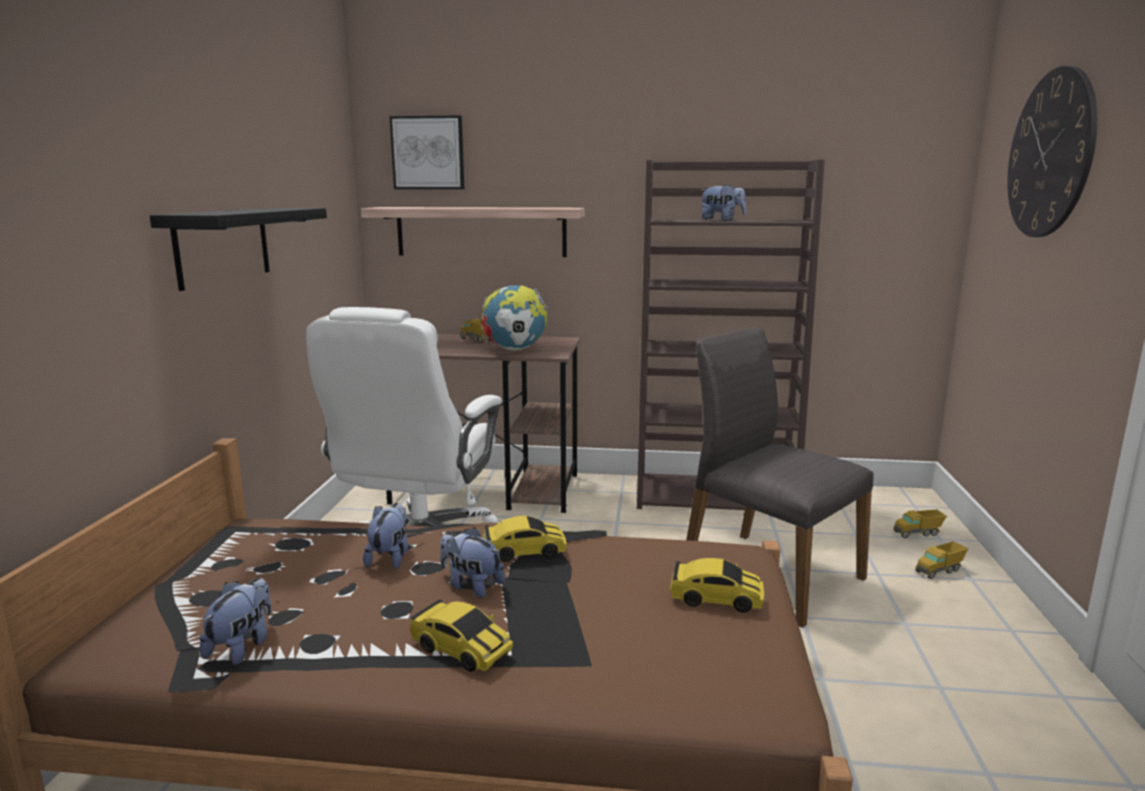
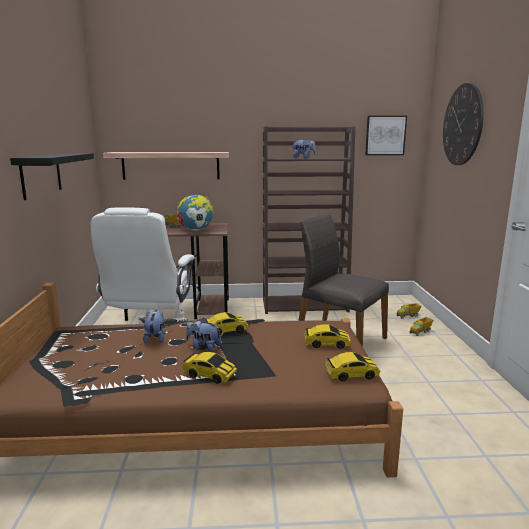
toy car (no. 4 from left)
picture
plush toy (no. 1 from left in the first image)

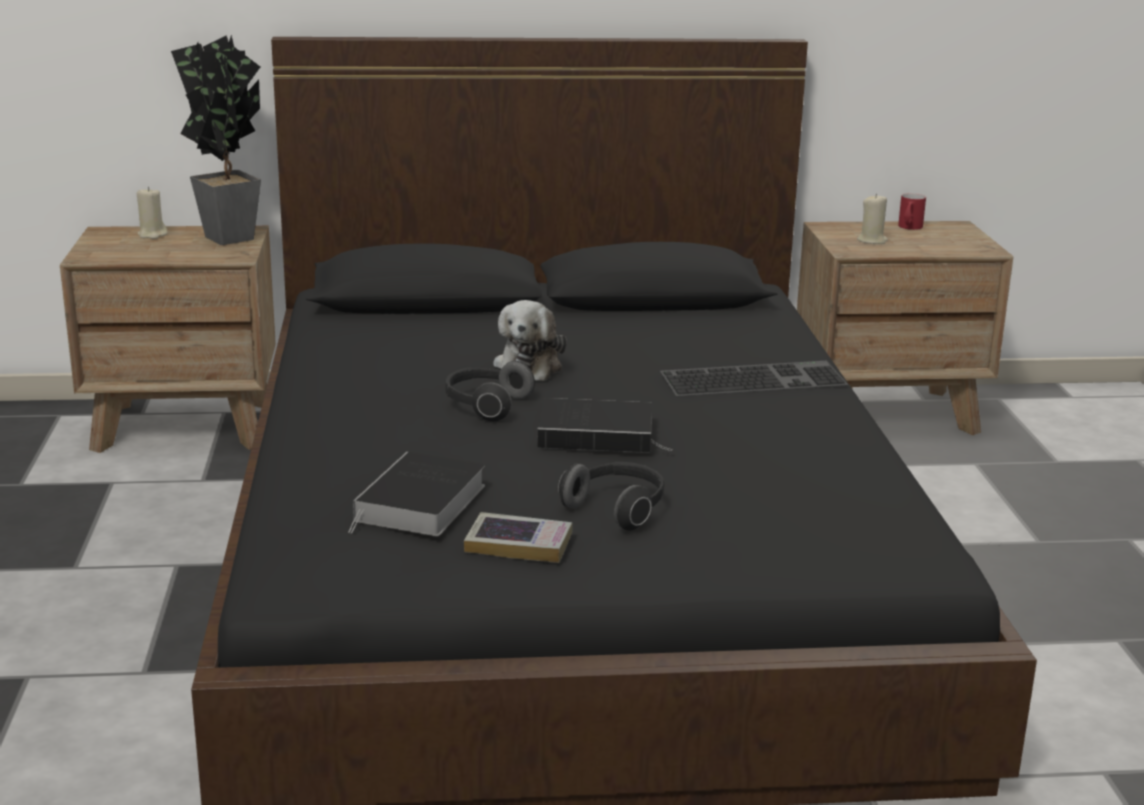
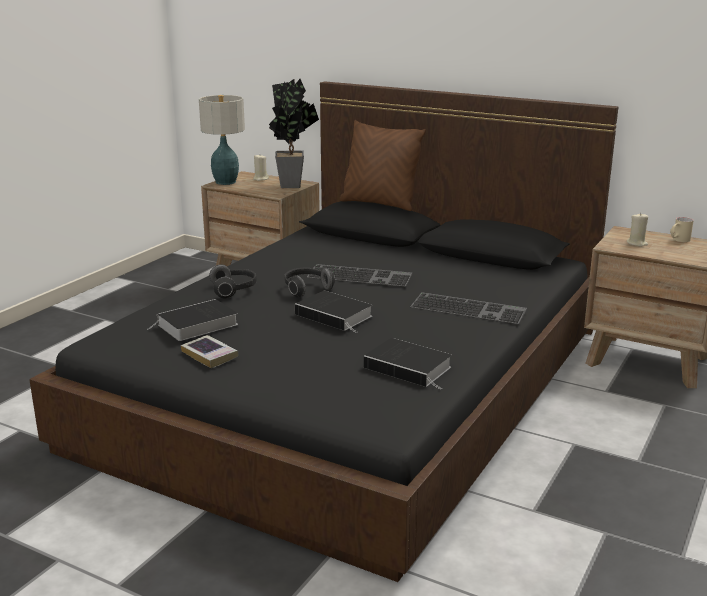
table lamp
headphones (no. 1 from left)
keyboard (no. 1 from left)
brown pillow
book (no. 4 from left)
beige mug

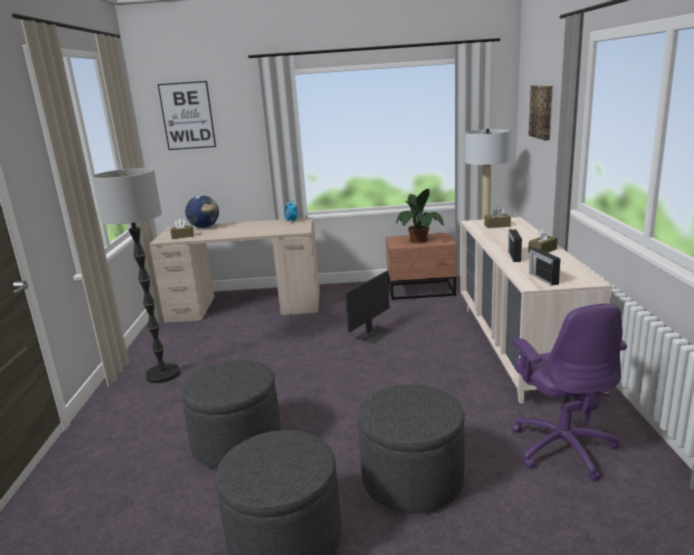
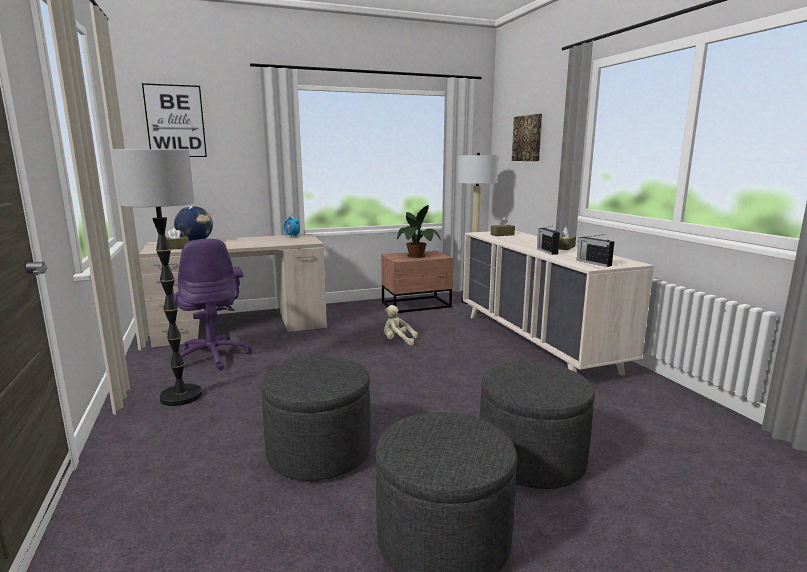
purple office chair
beige plush toy

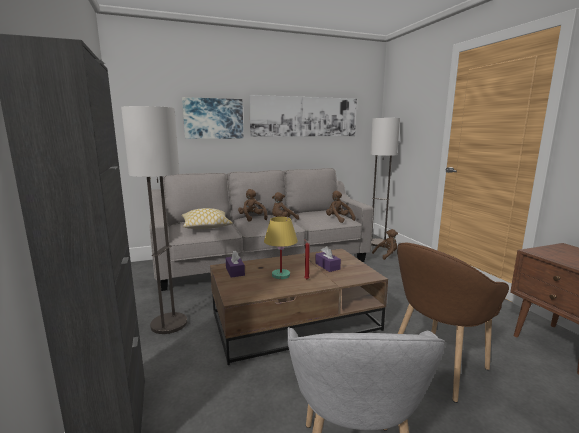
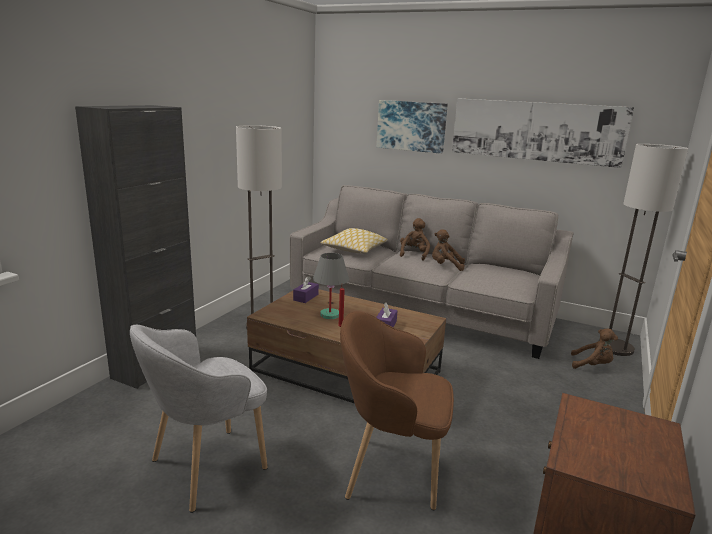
grey table lamp
brown plush toy (no. 3 from left in the first image)

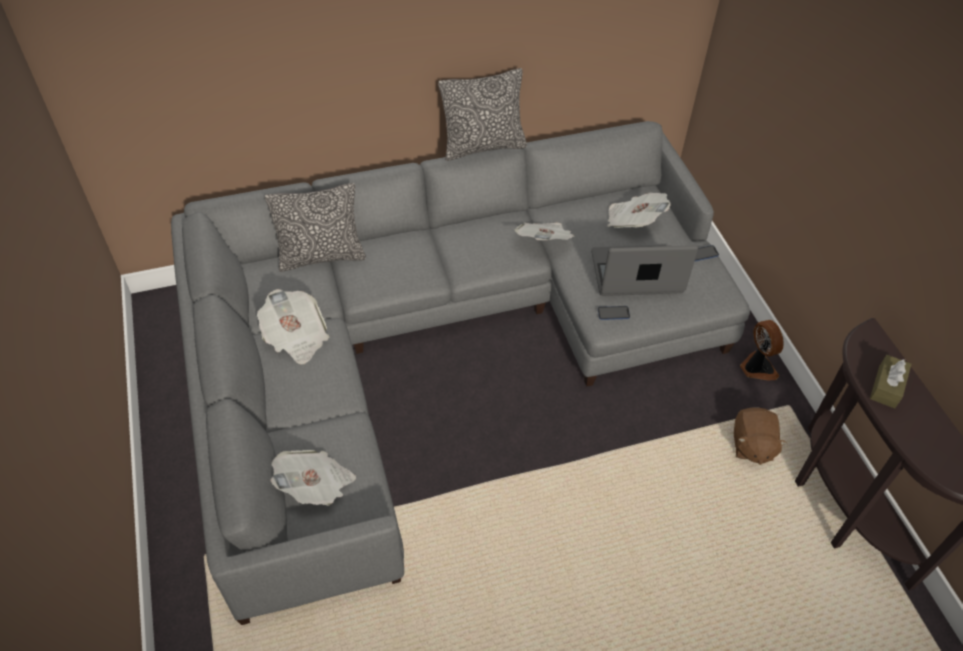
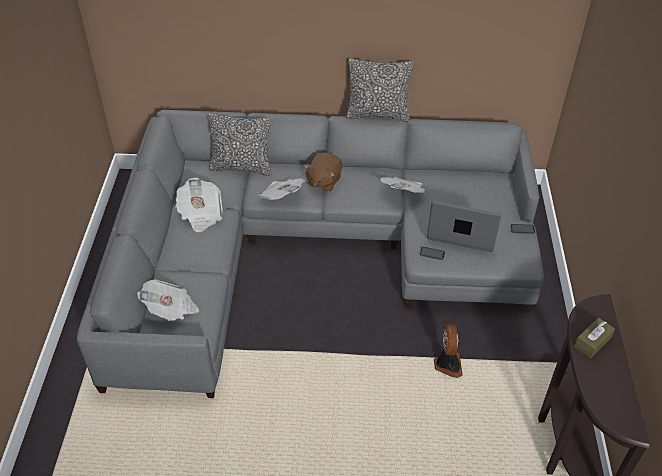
newspaper (no. 3 from left)
brown plush toy
fan

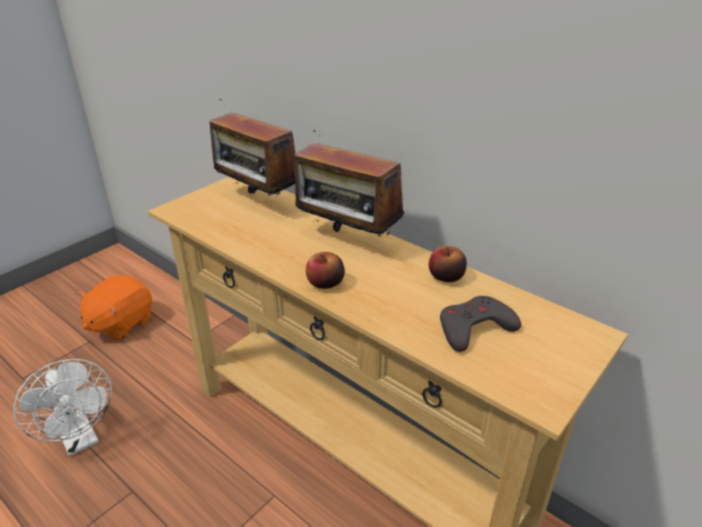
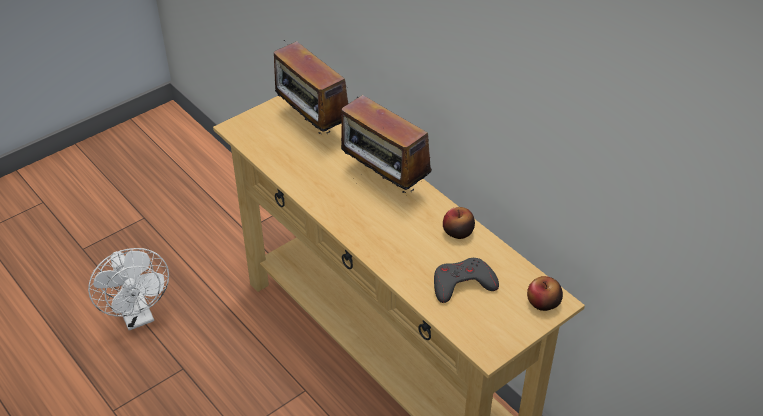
apple (no. 2 from left)
orange plush toy

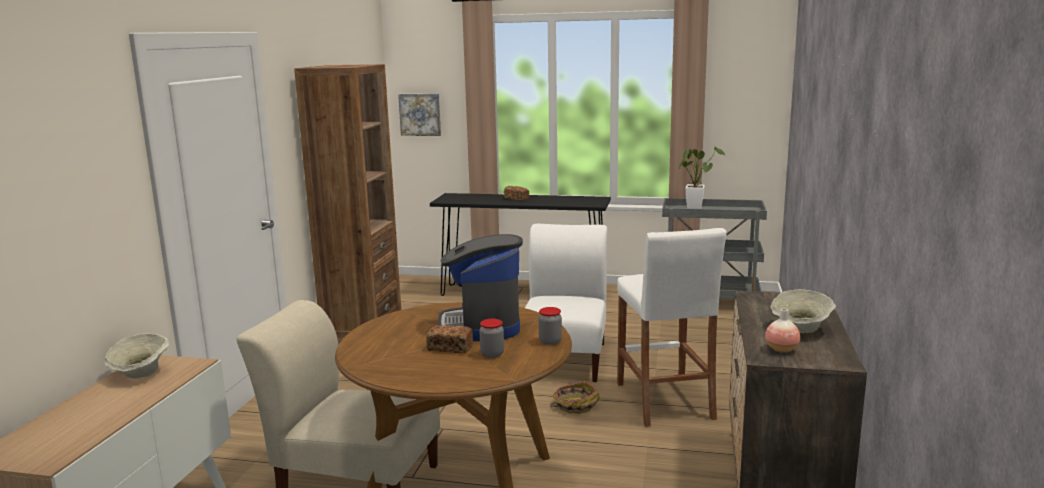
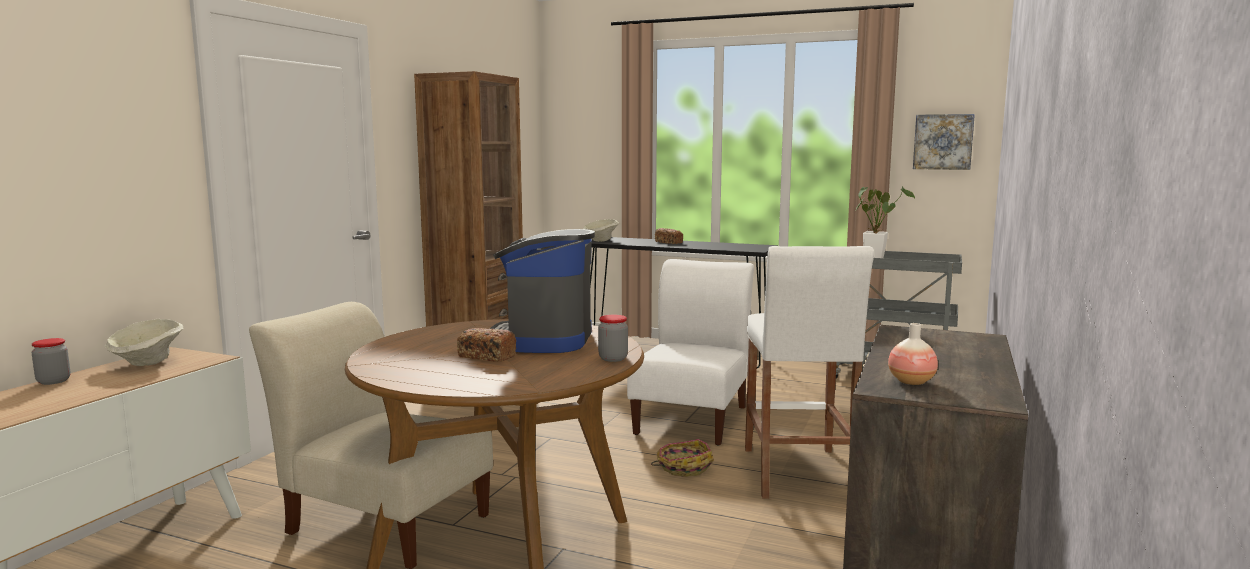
jar (no. 1 from left)
beige bowl (no. 2 from left)
picture

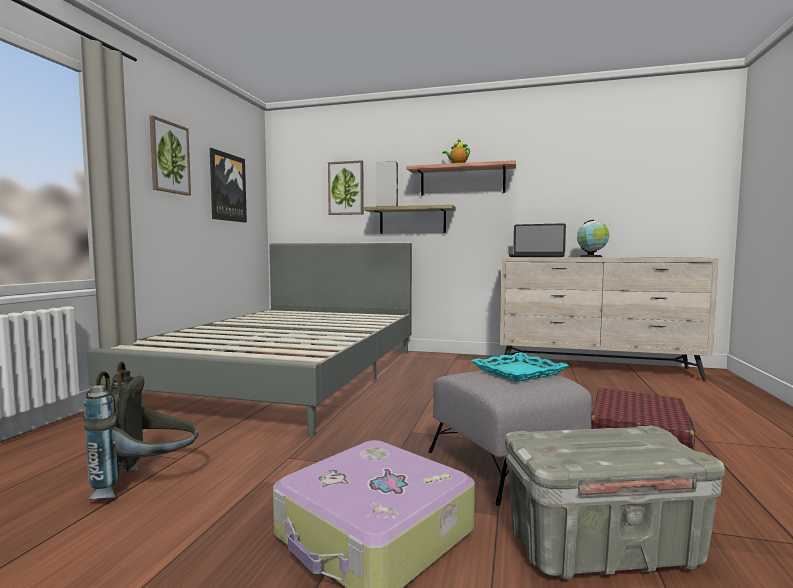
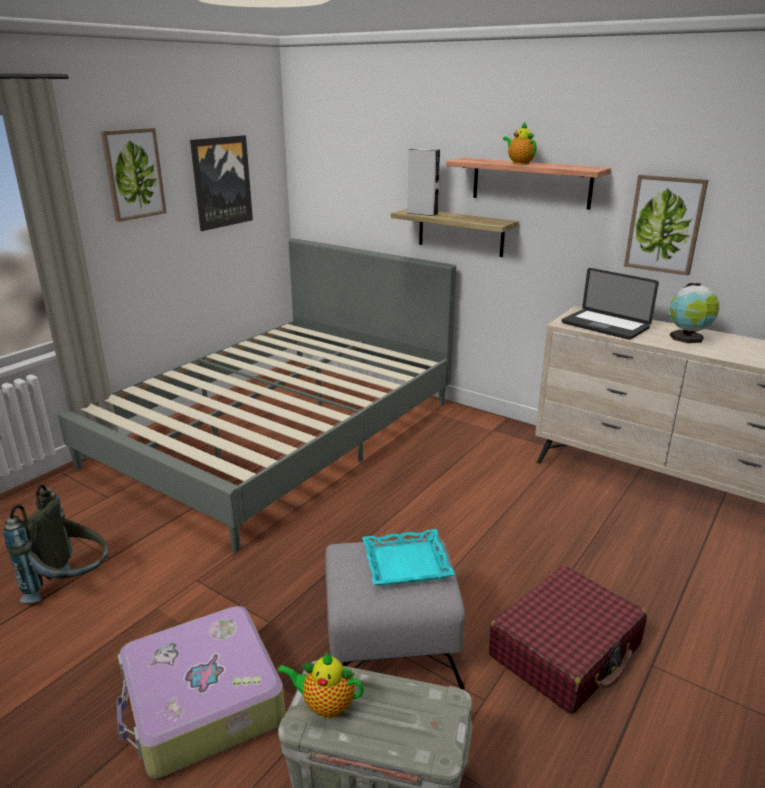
teapot (no. 1 from left)
picture (no. 3 from left)

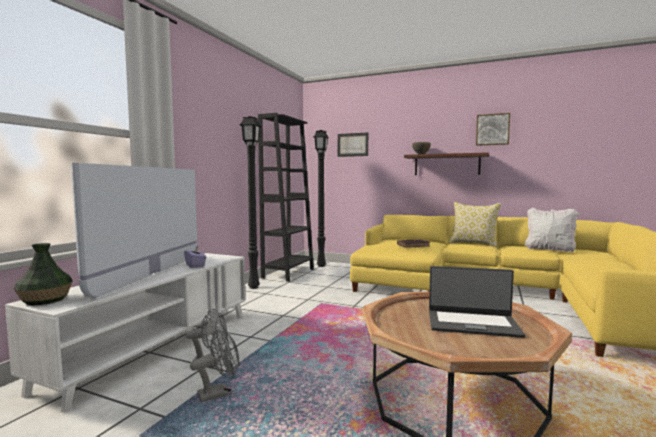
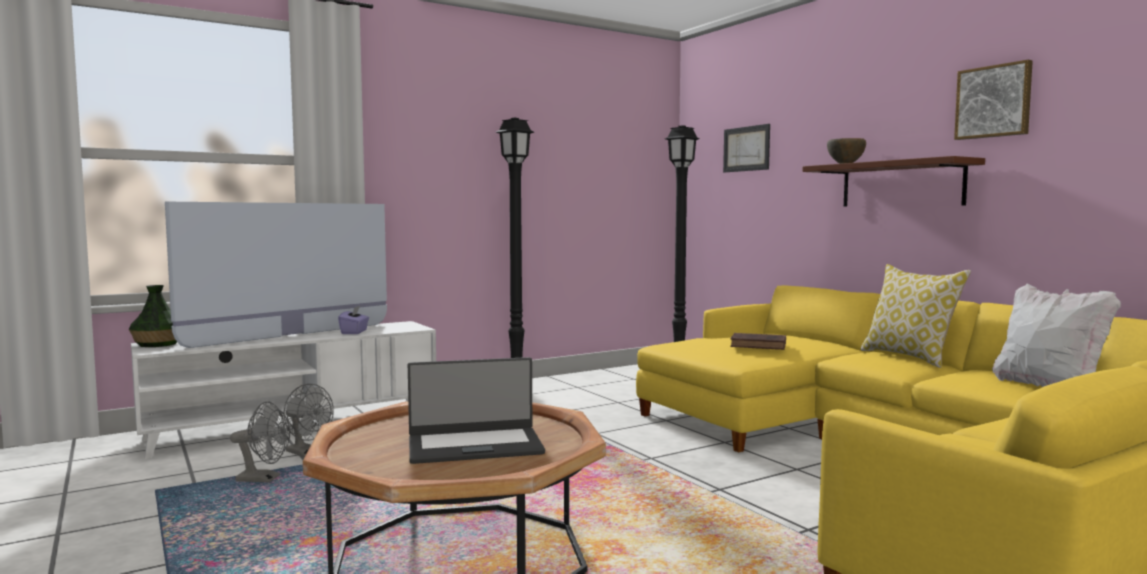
laptop
black bookcase

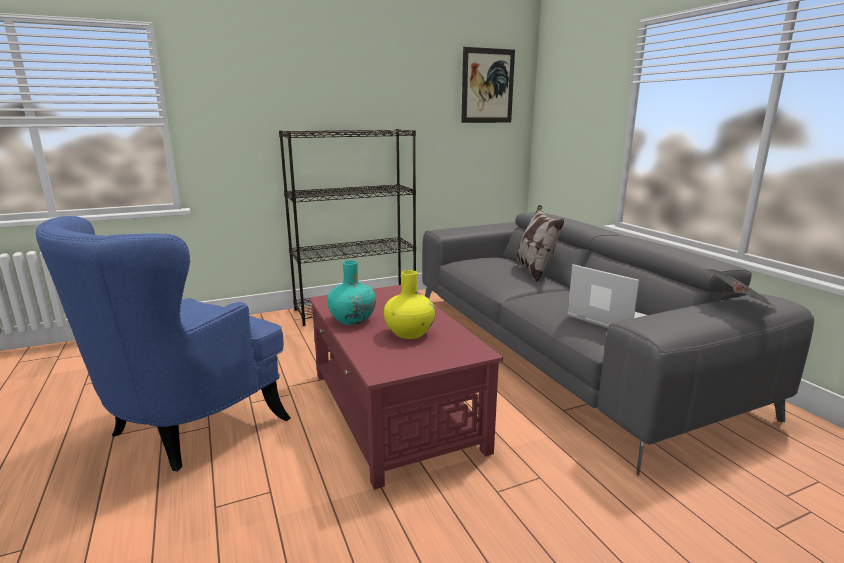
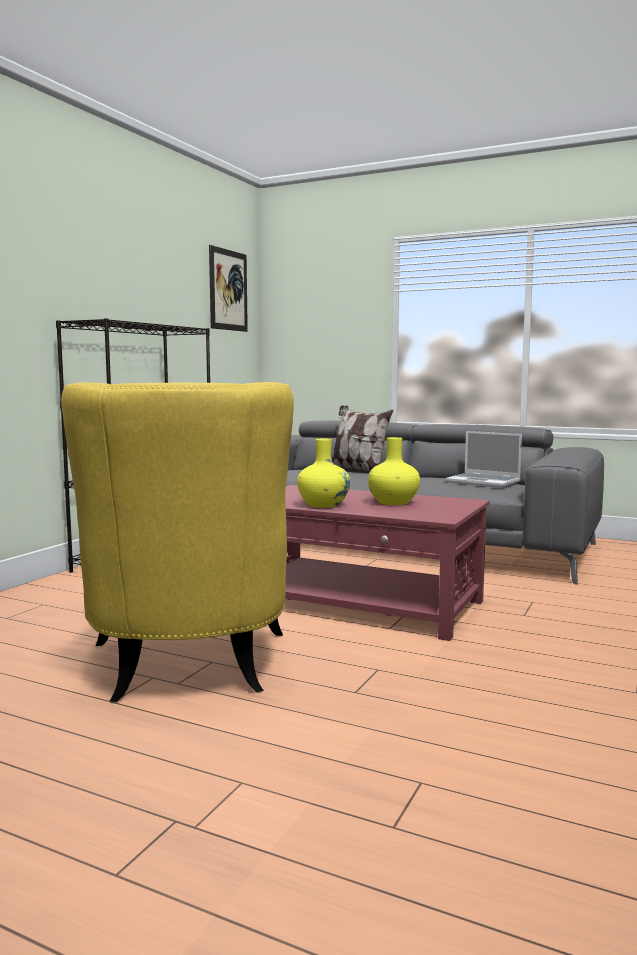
yellow armchair
yellow vase (no. 1 from left)
laptop
newspaper

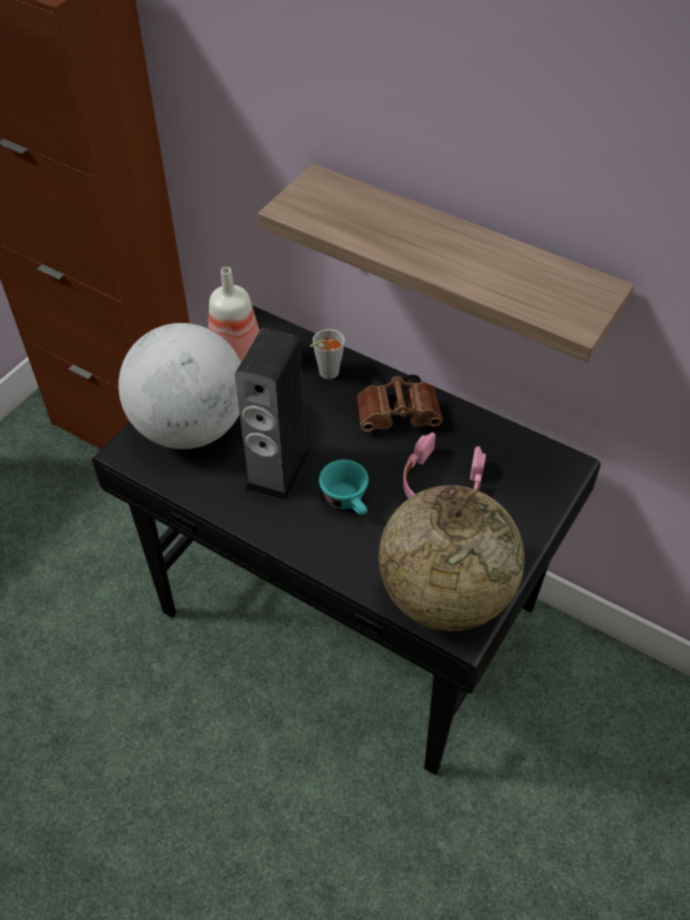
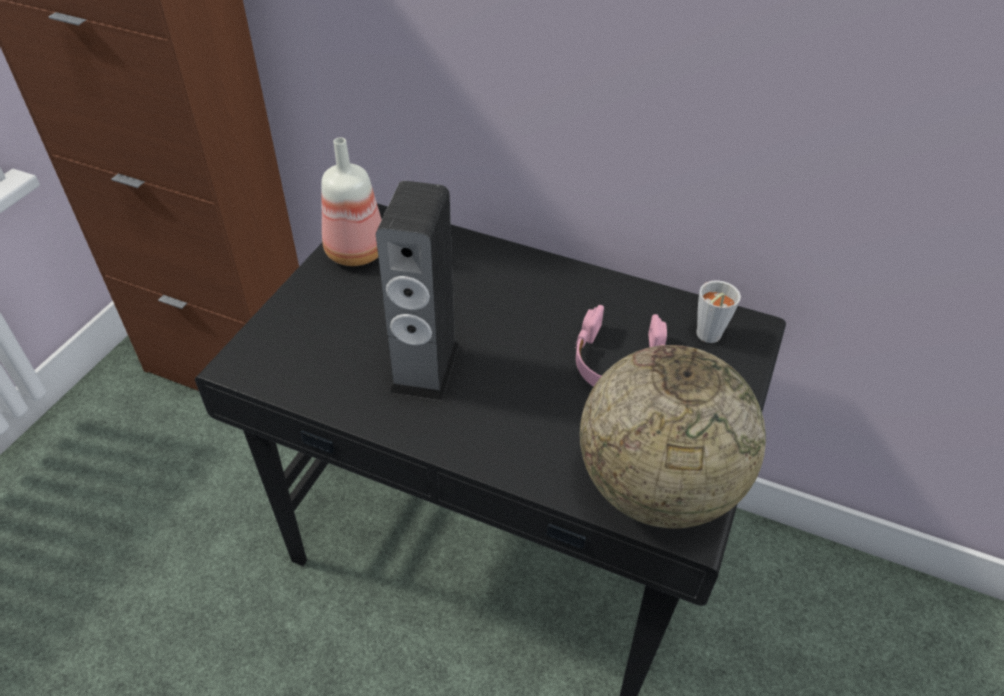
grey cup
globe (no. 1 from left in the first image)
shelf
turquoise cup
brown binoculars

